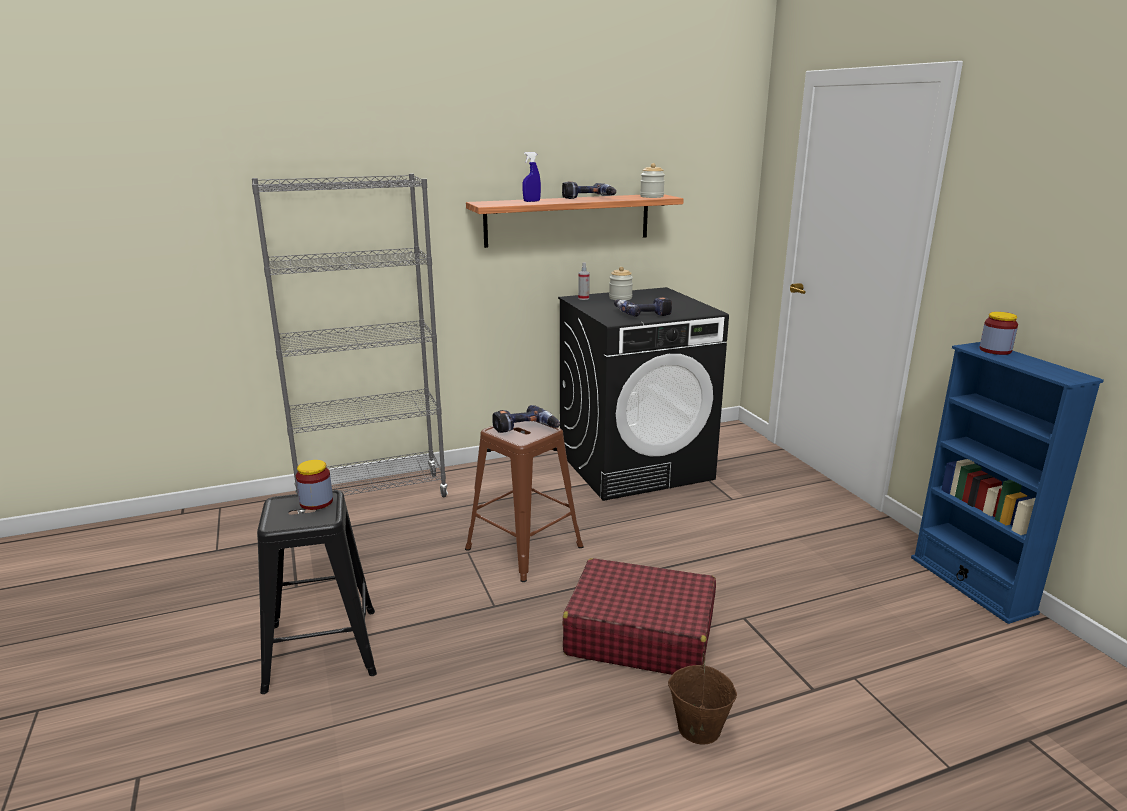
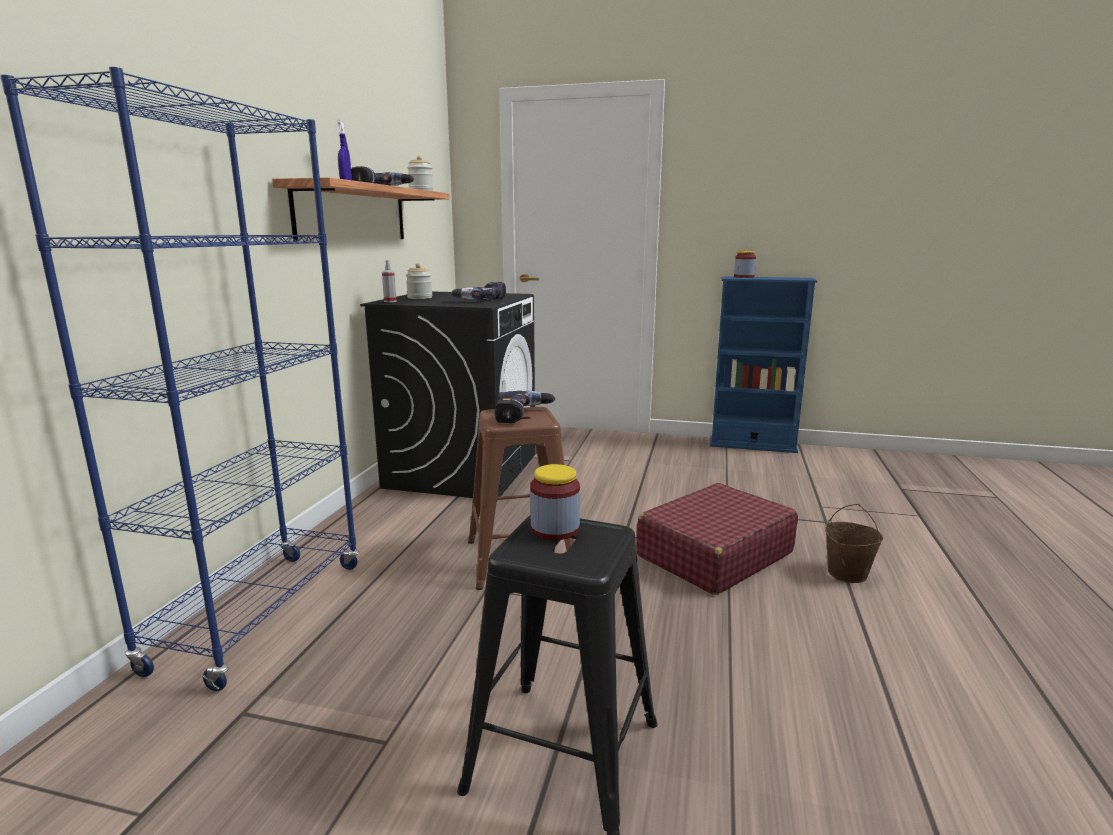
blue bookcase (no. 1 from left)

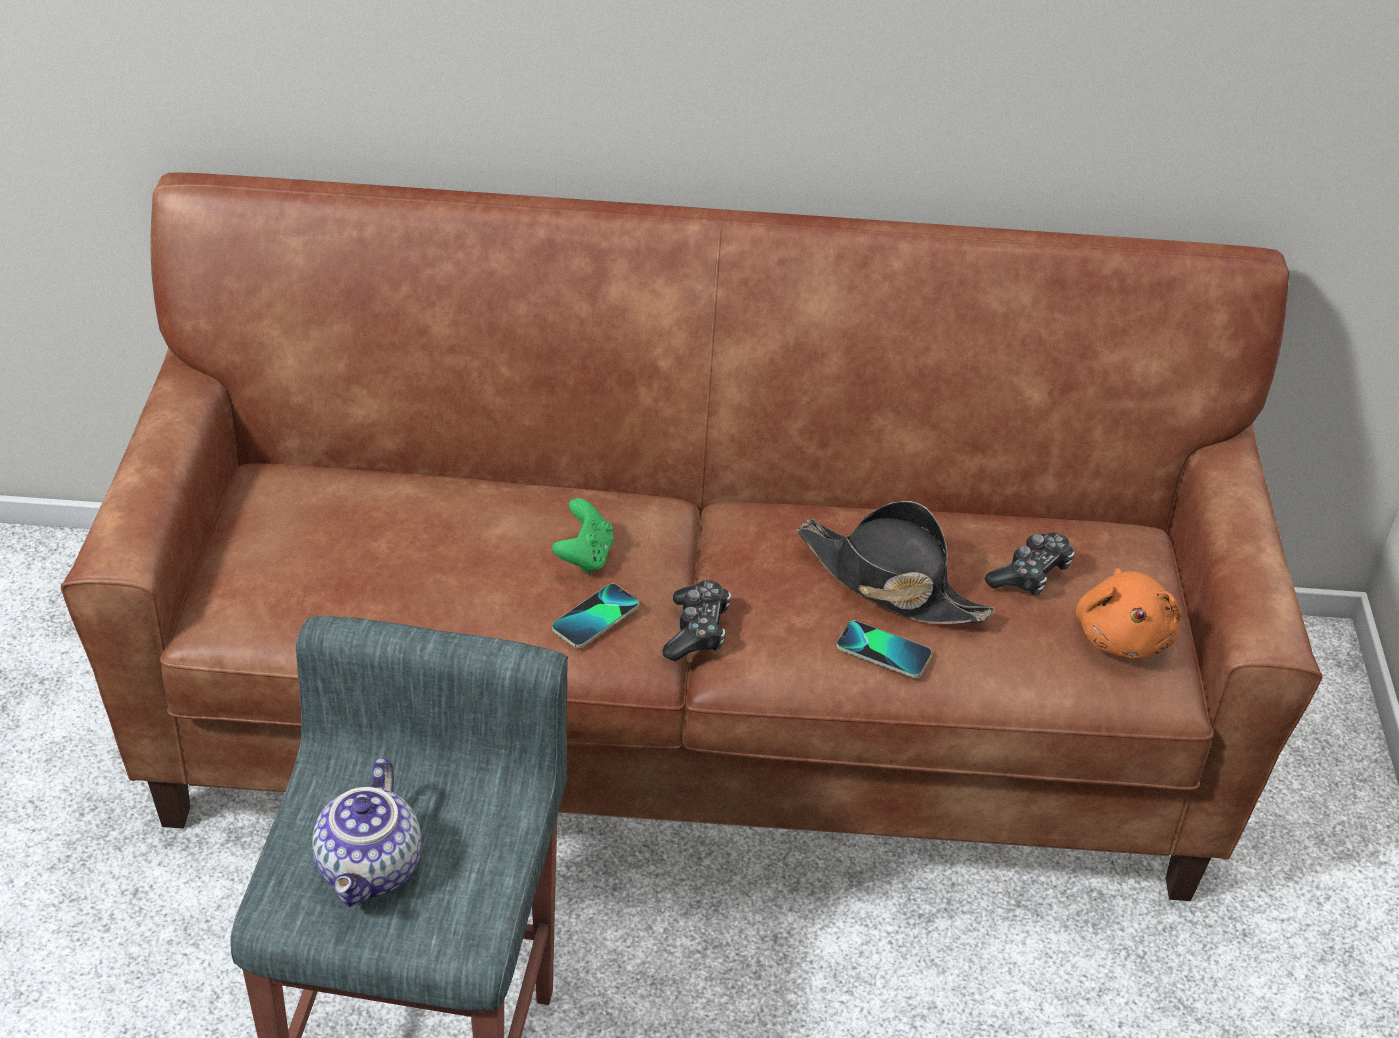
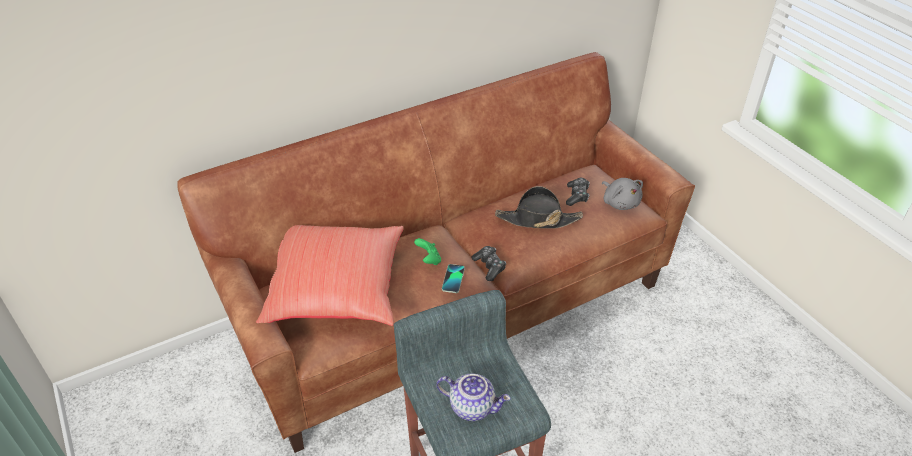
red pillow
teapot
grey plush toy
phone (no. 2 from left in the first image)

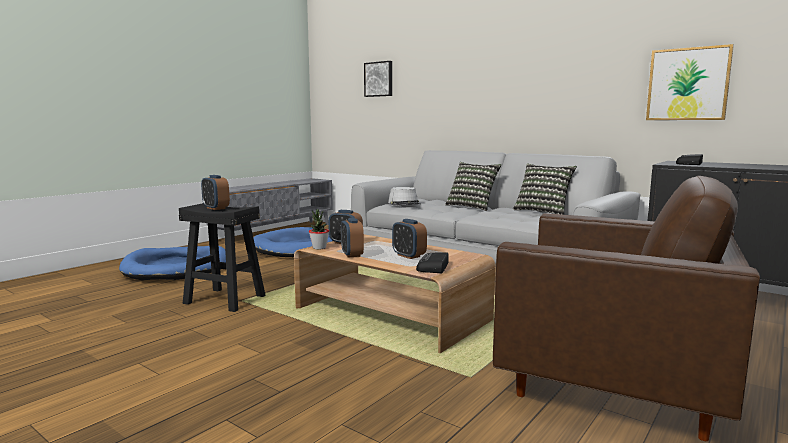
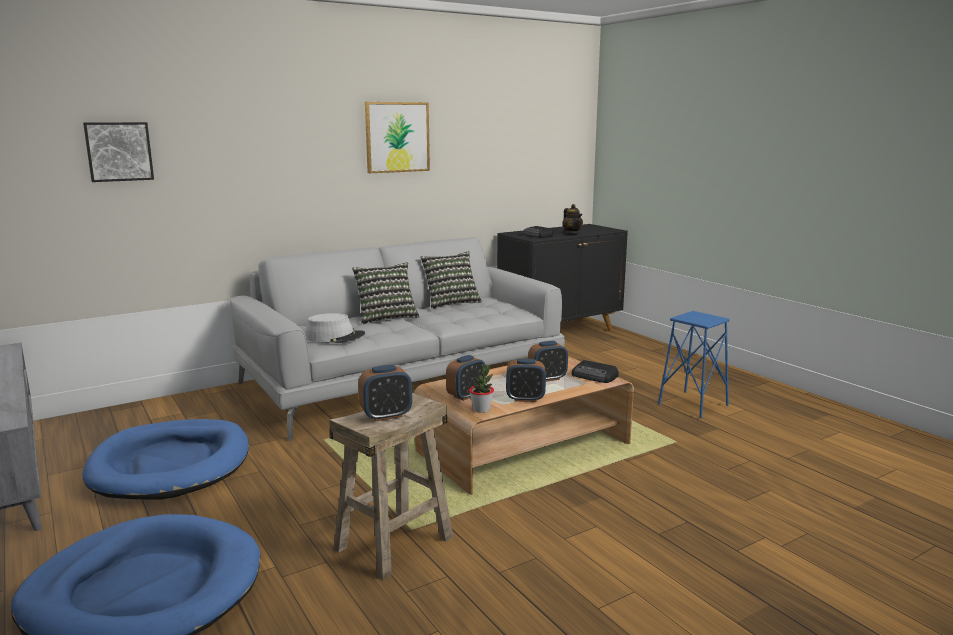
beige stool
picture (no. 2 from left)
teapot
blue stool

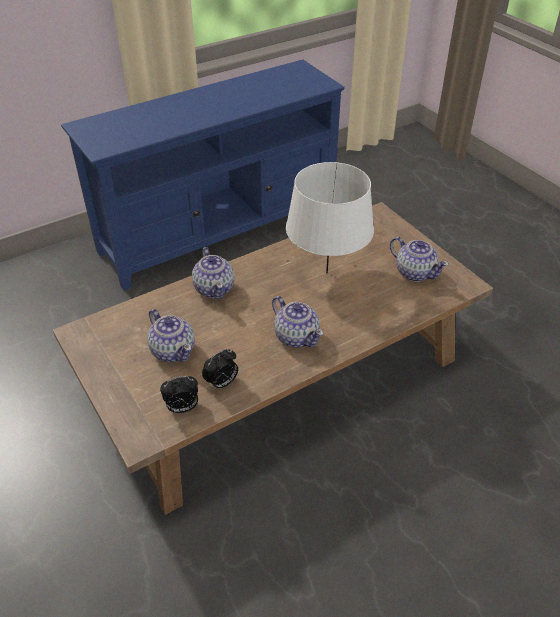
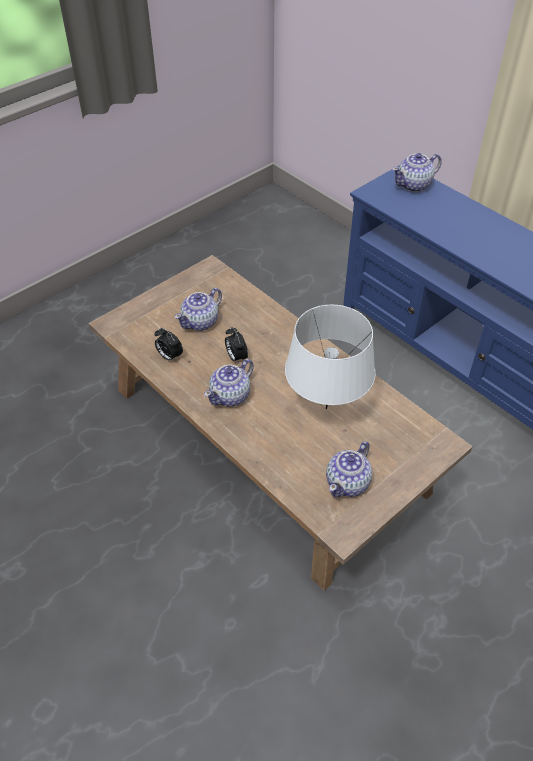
alarm clock (no. 2 from left)
teapot (no. 4 from left)

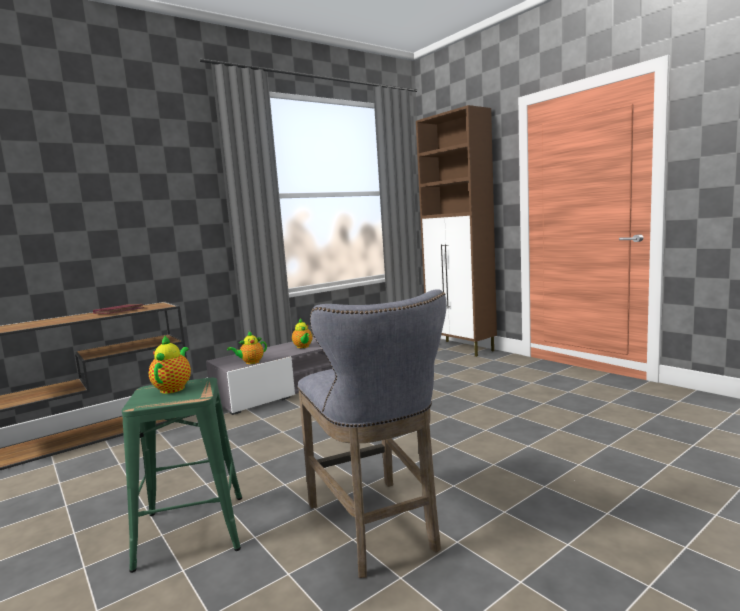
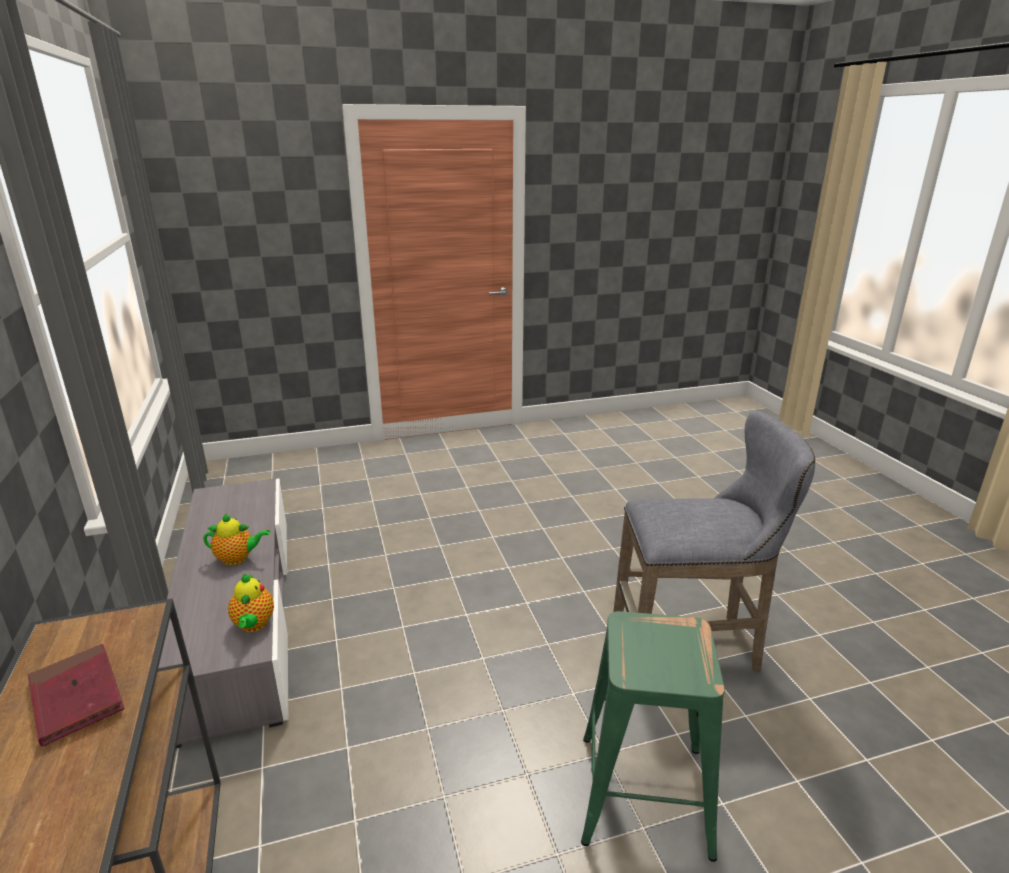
teapot (no. 1 from left in the first image)
brown cabinet

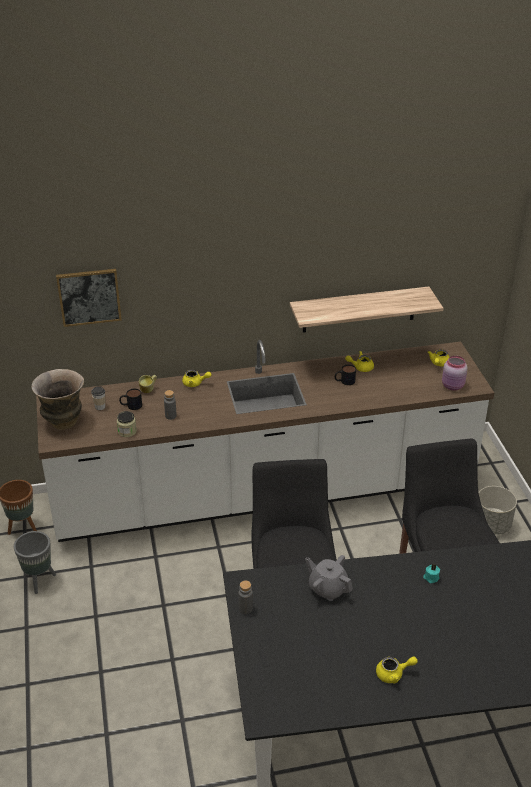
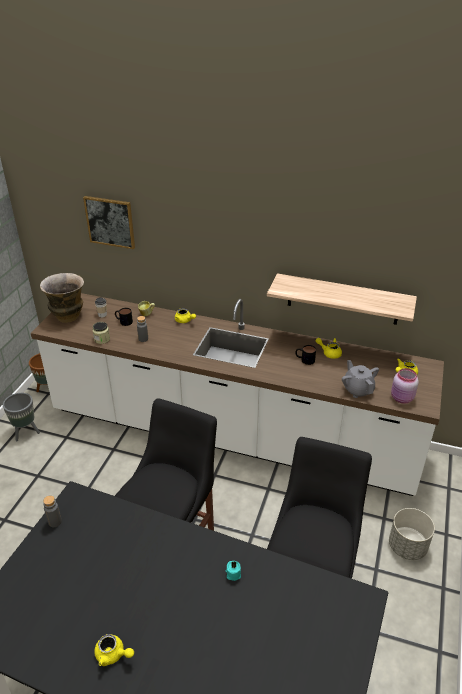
grey teapot

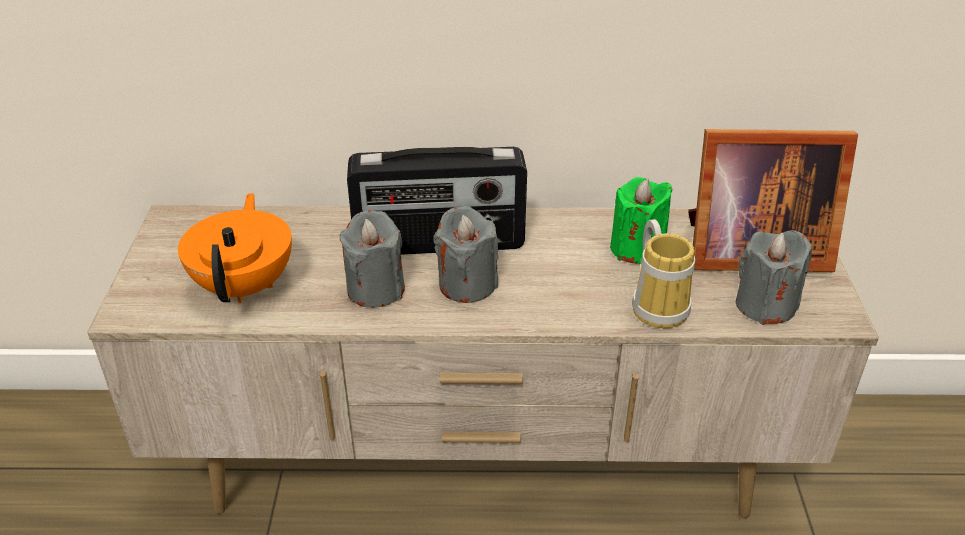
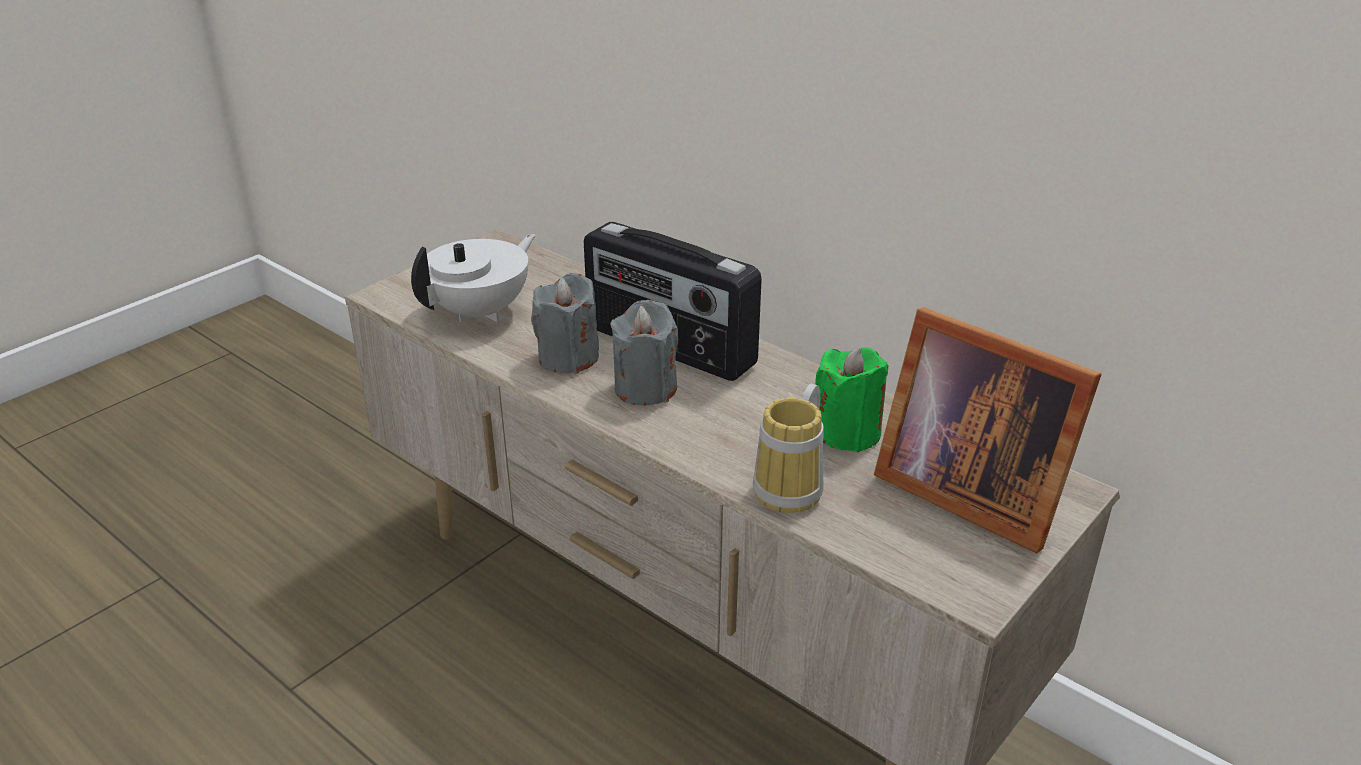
white teapot
grey candle (no. 3 from left in the first image)

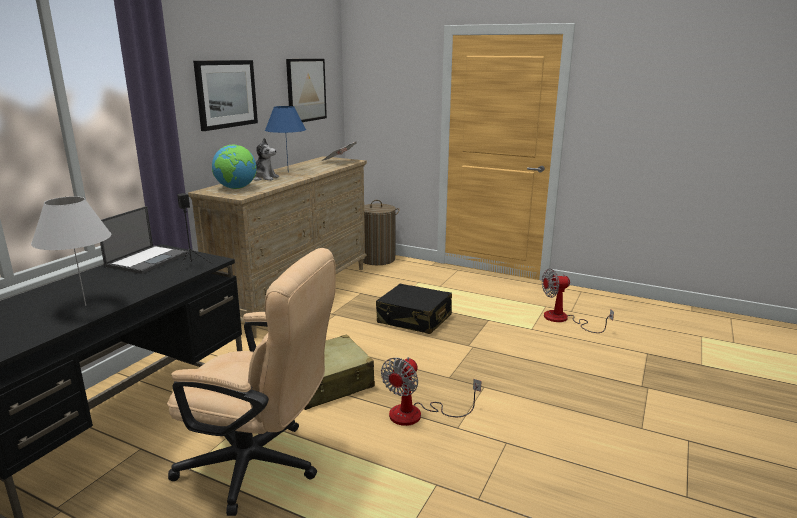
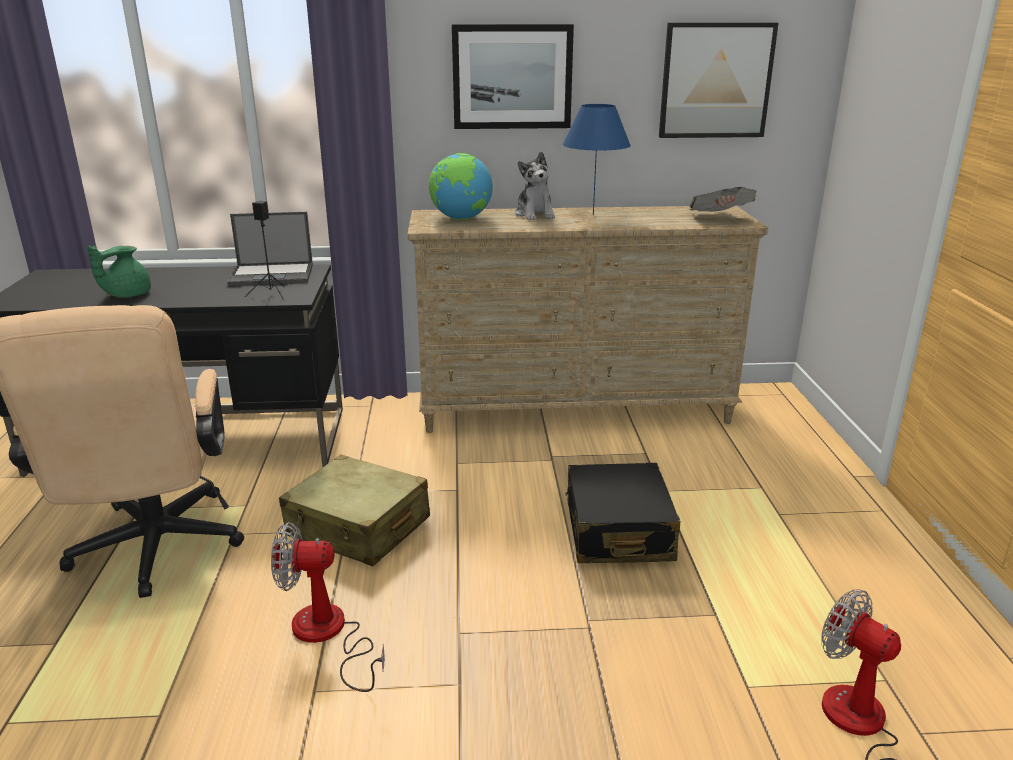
green teapot
laundry basket

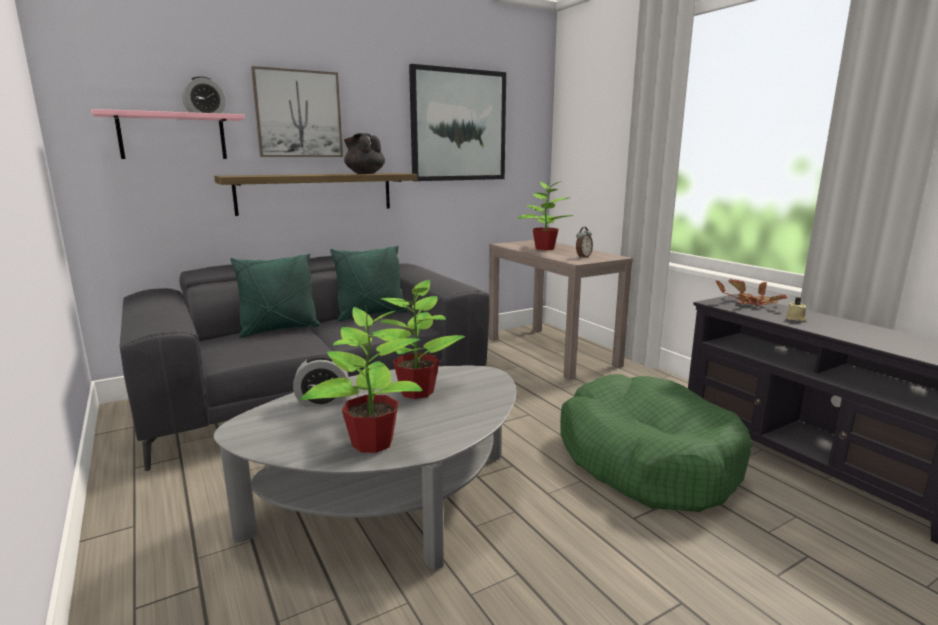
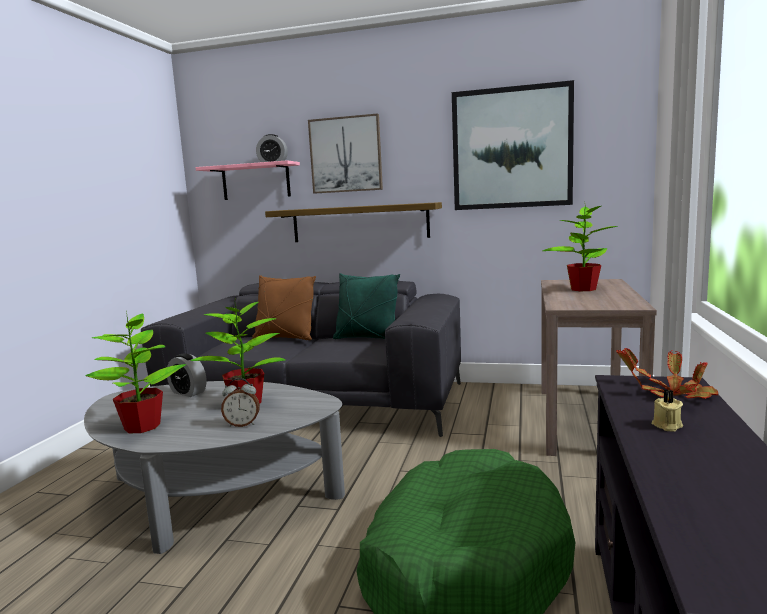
alarm clock (no. 2 from left)
brown pillow
black teapot

